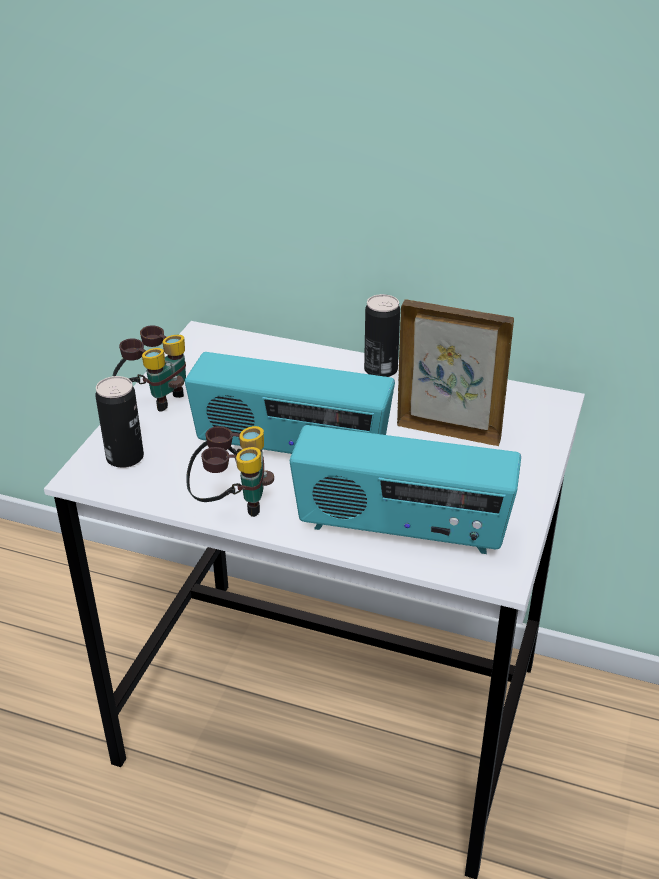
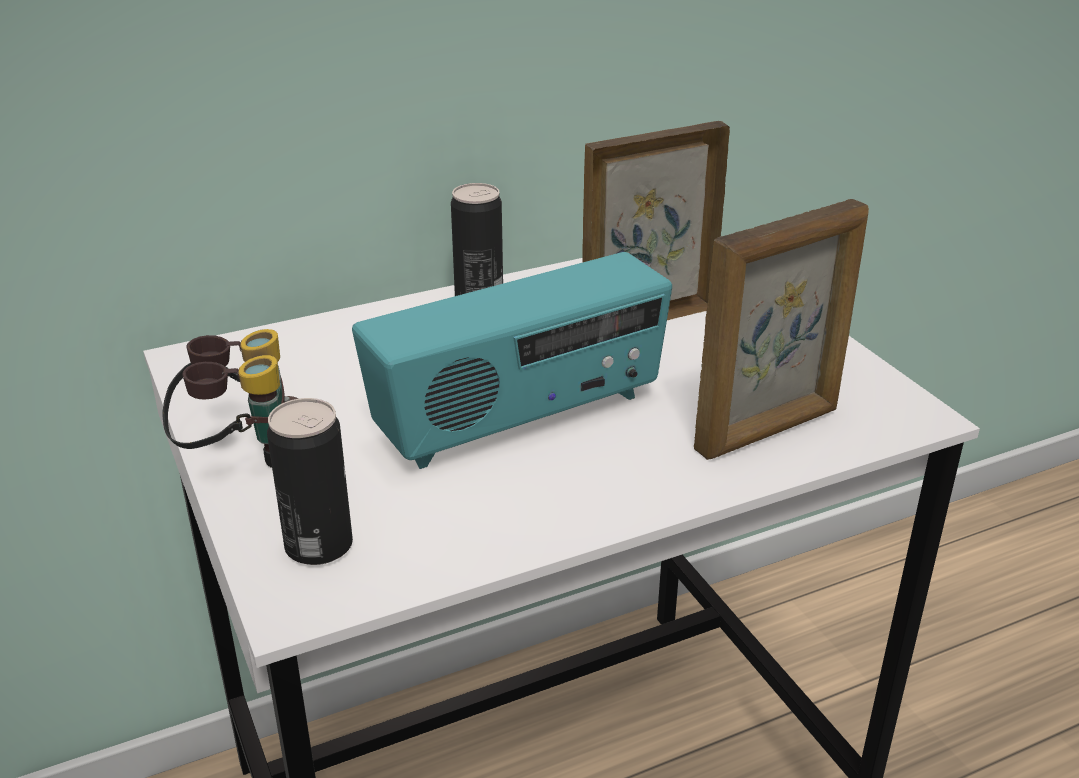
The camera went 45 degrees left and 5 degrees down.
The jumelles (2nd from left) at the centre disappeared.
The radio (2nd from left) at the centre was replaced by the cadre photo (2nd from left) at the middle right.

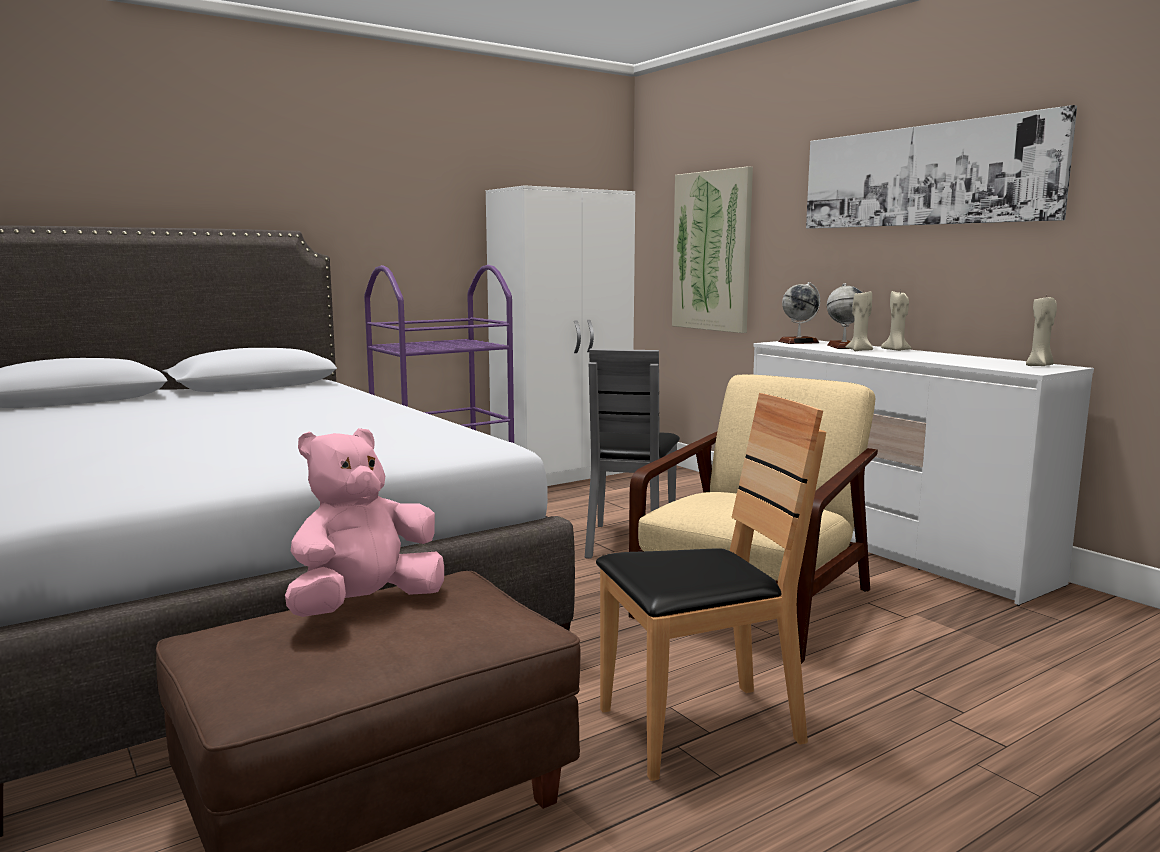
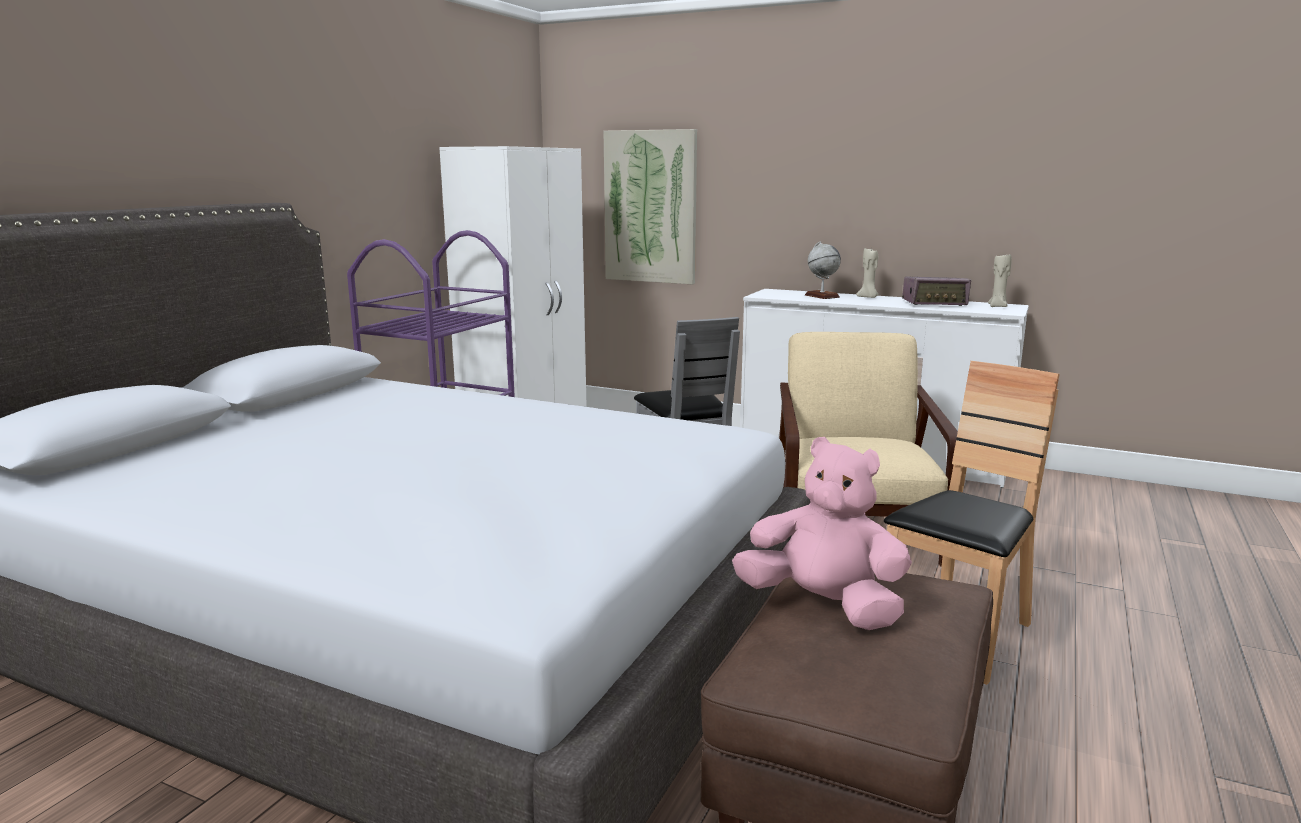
The camera went 30 degrees left and 5 degrees up.
The globe (1st from left) at the middle right disappeared.
The tableau (2nd from left) at the top right disappeared.
The bougie (beige) (1st from left) at the middle right disappeared.
The radio at the middle right appeared.
The peluche (rose) at the middle left turned 105 degrees clockwise.

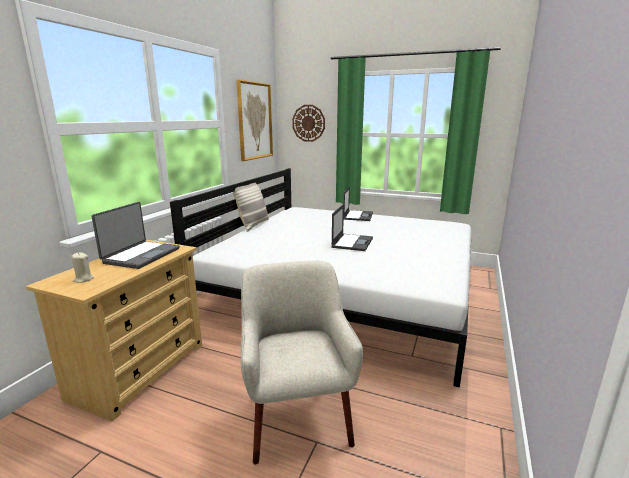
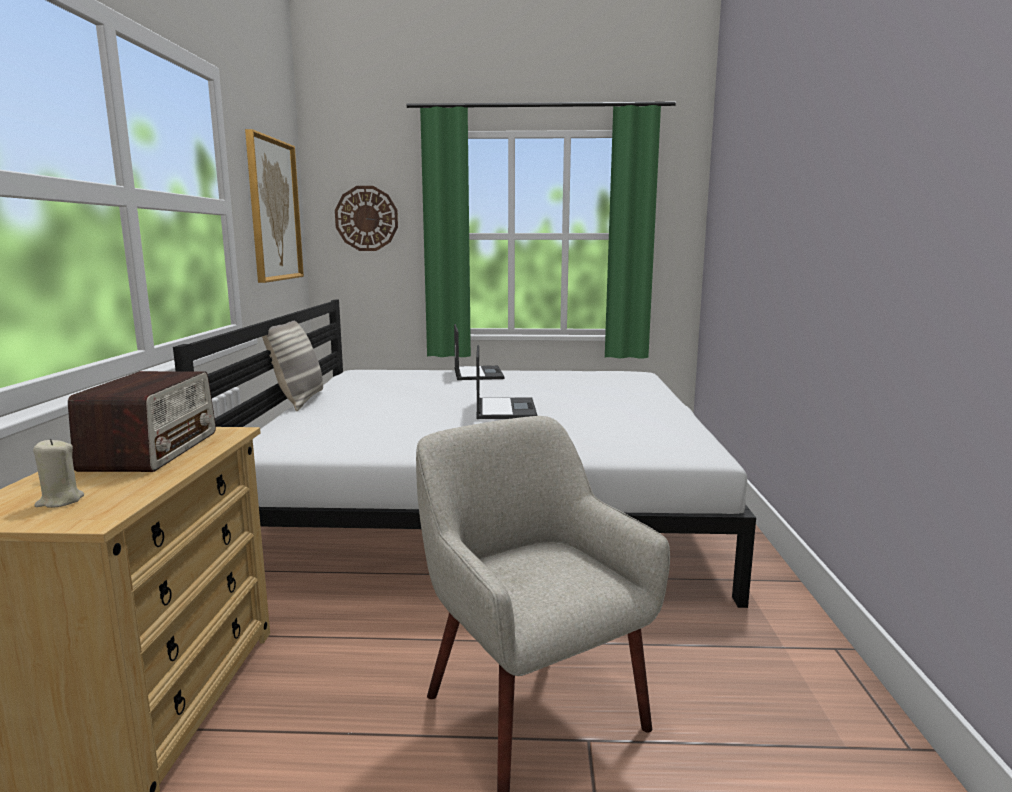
The camera went 20 degrees left and 5 degrees down.
The ordinateur portable (1st from left) at the middle left was replaced by the radio at the middle left.

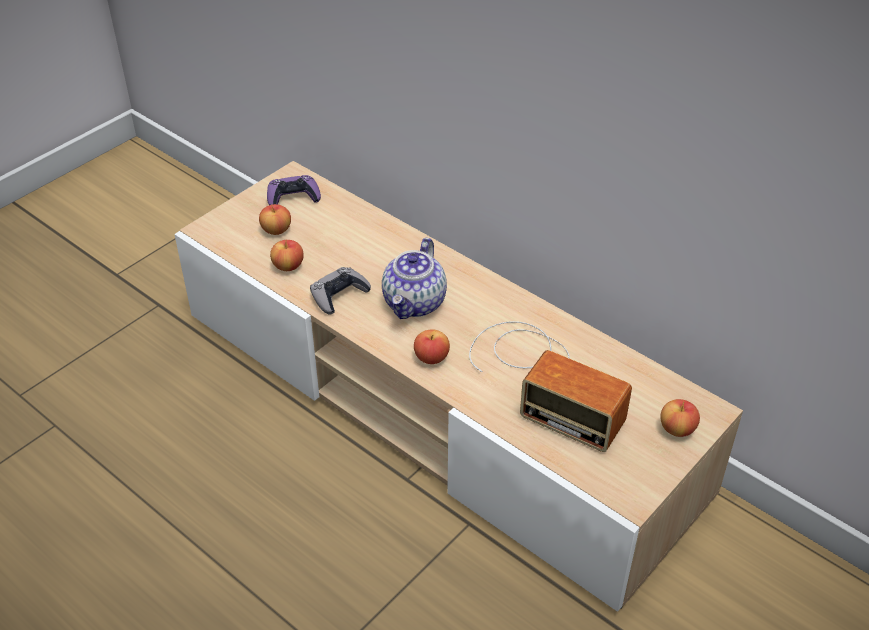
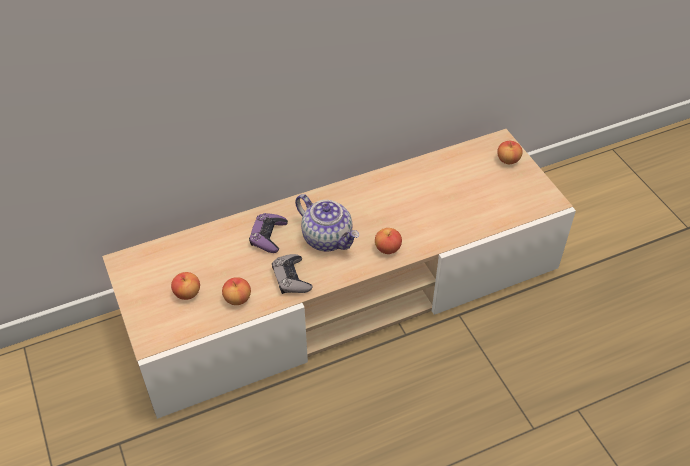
The camera went 65 degrees left and 5 degrees up.
The radio at the centre disappeared.
The manette (violet) moved from the top centre to the centre.

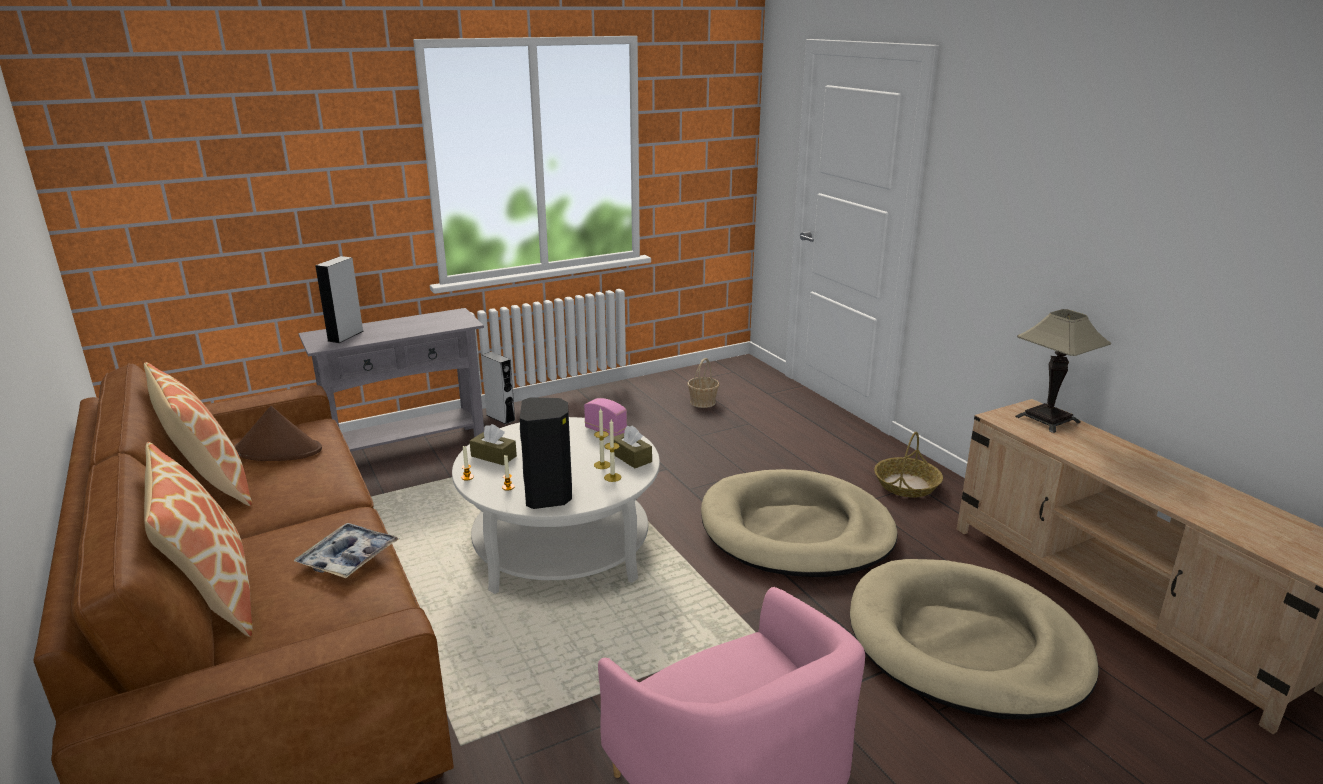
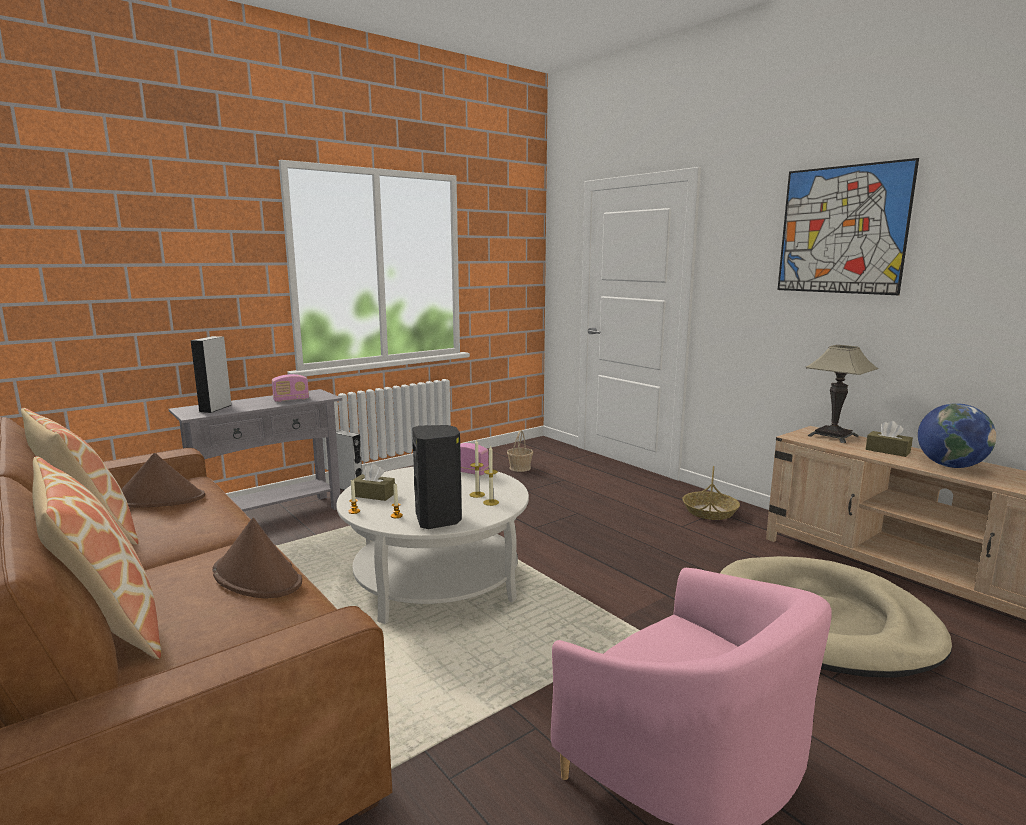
The camera went 10 degrees left and 10 degrees down.
The panier pour chien (beige) (1st from left) at the bottom centre disappeared.
The radio (1st from left) at the middle left appeared.
The tableau at the top right appeared.
The globe at the middle right appeared.
The boîte à mouchoirs (marron) (2nd from left) moved from the centre to the middle right.
The plateau at the bottom left was replaced by the chapeau (marron) (2nd from left) at the bottom left.

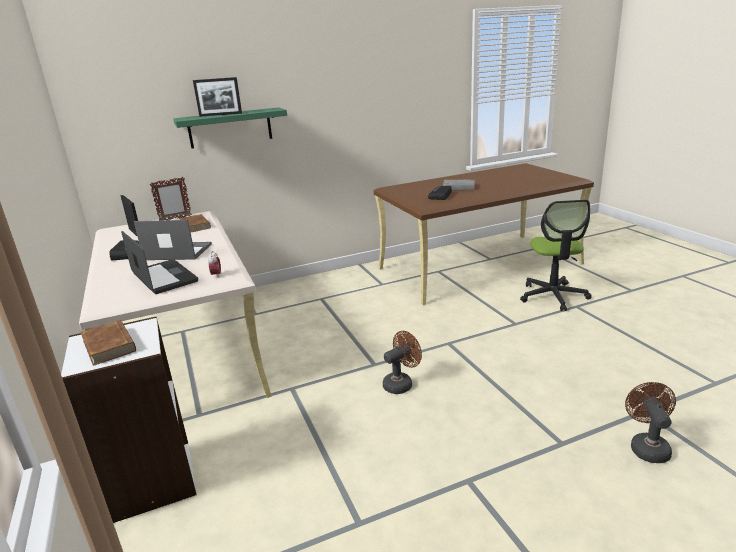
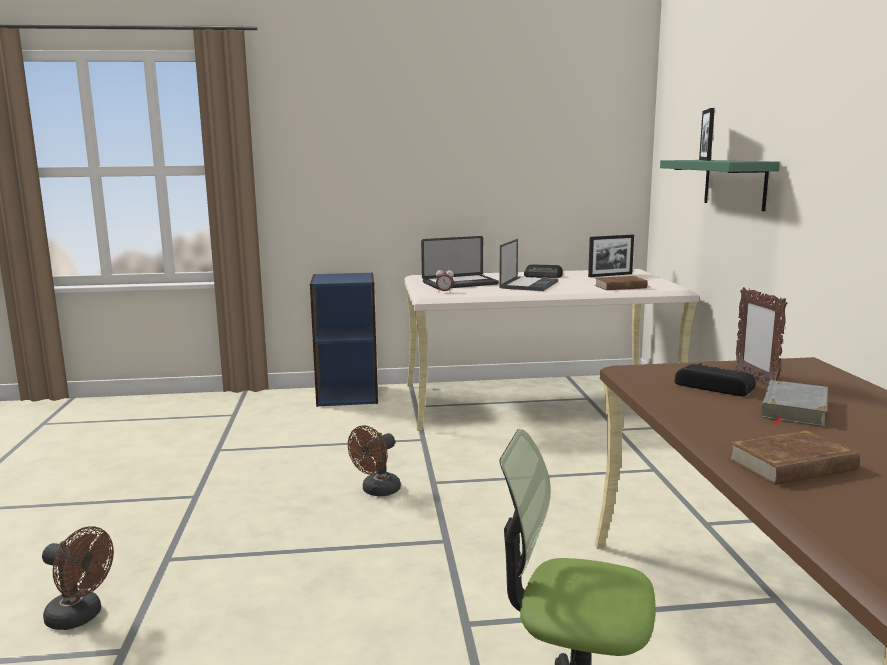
The camera went 105 degrees right and 10 degrees down.
The livre (marron) (1st from left in the first image) moved from the middle left to the bottom right.
The cadre photo (2nd from left in the first image) moved from the middle left to the middle right.
The bibliothèque (blanc) at the bottom left became the bibliothèque (bleu) at the centre.
The ventilateur (marron) (1st from left in the first image) at the centre turned 60 degrees clockwise.

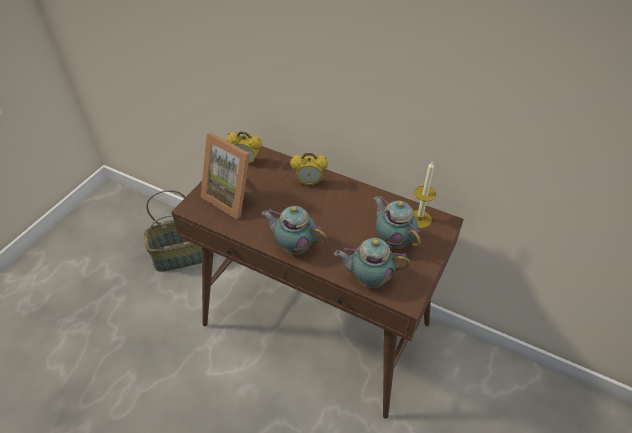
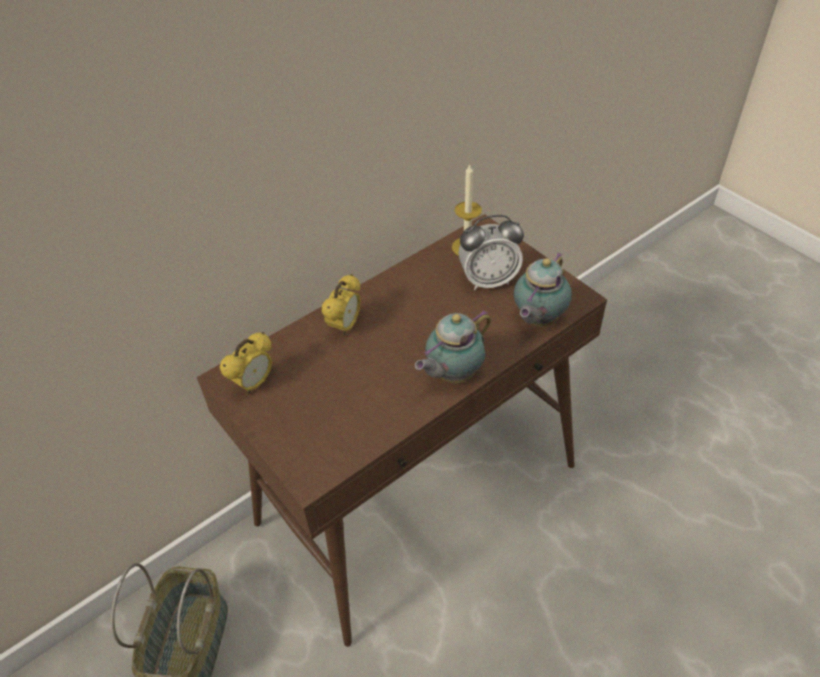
The camera went 65 degrees left and 0 degrees up.
The cadre photo at the centre disappeared.
The théière (3rd from left) at the centre was replaced by the réveil (3rd from left) at the centre.

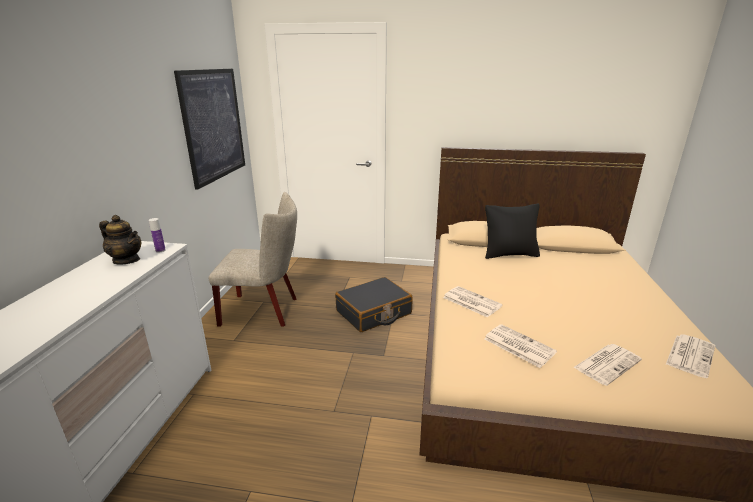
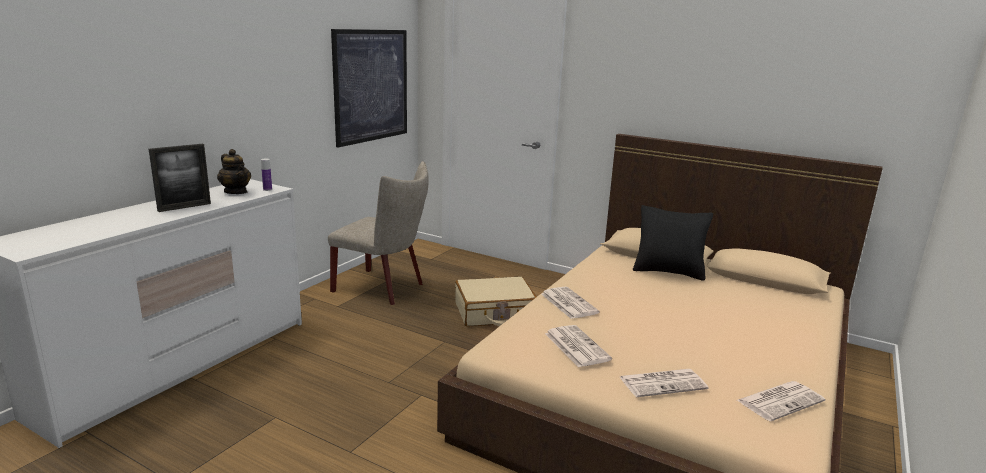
The camera went 20 degrees right and 5 degrees down.
The cadre photo at the middle left appeared.
The valise (noir) at the centre became the valise (beige) at the centre.

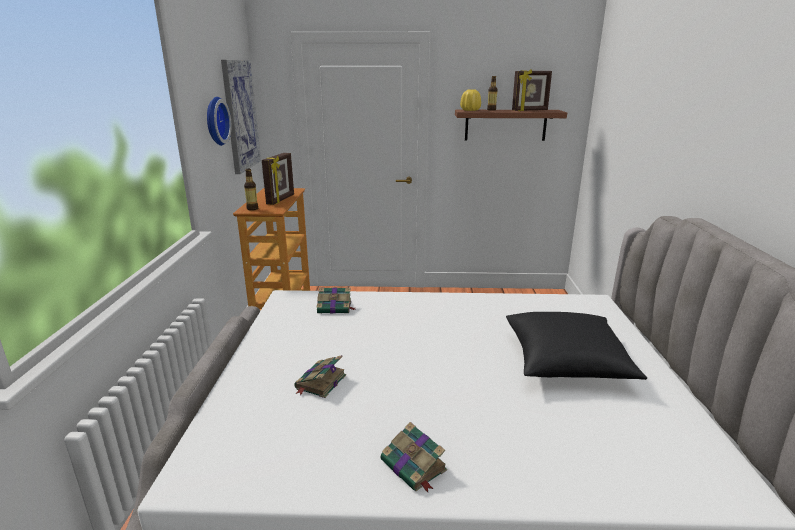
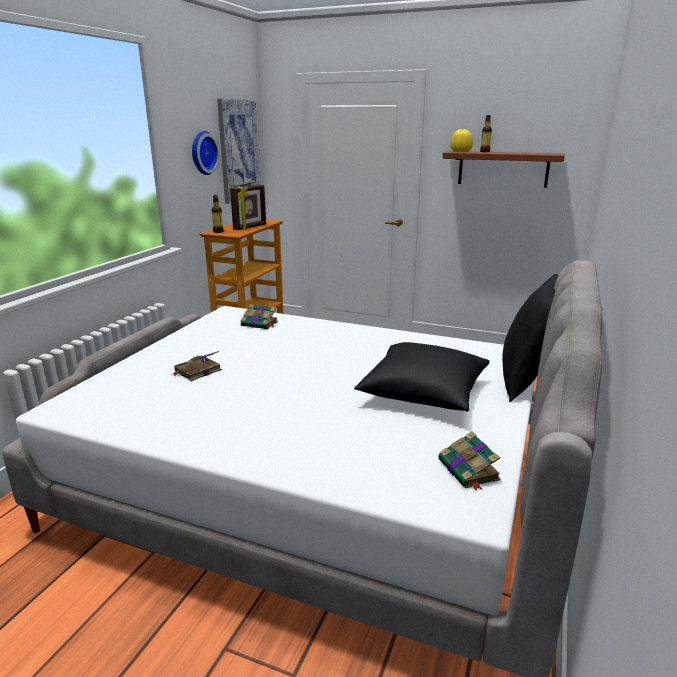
The camera went 20 degrees right and 0 degrees up.
The cadre photo (2nd from left) at the top right disappeared.
The coussin (noir) (2nd from left) at the middle right appeared.
The livre (3rd from left) moved from the bottom centre to the bottom right.

